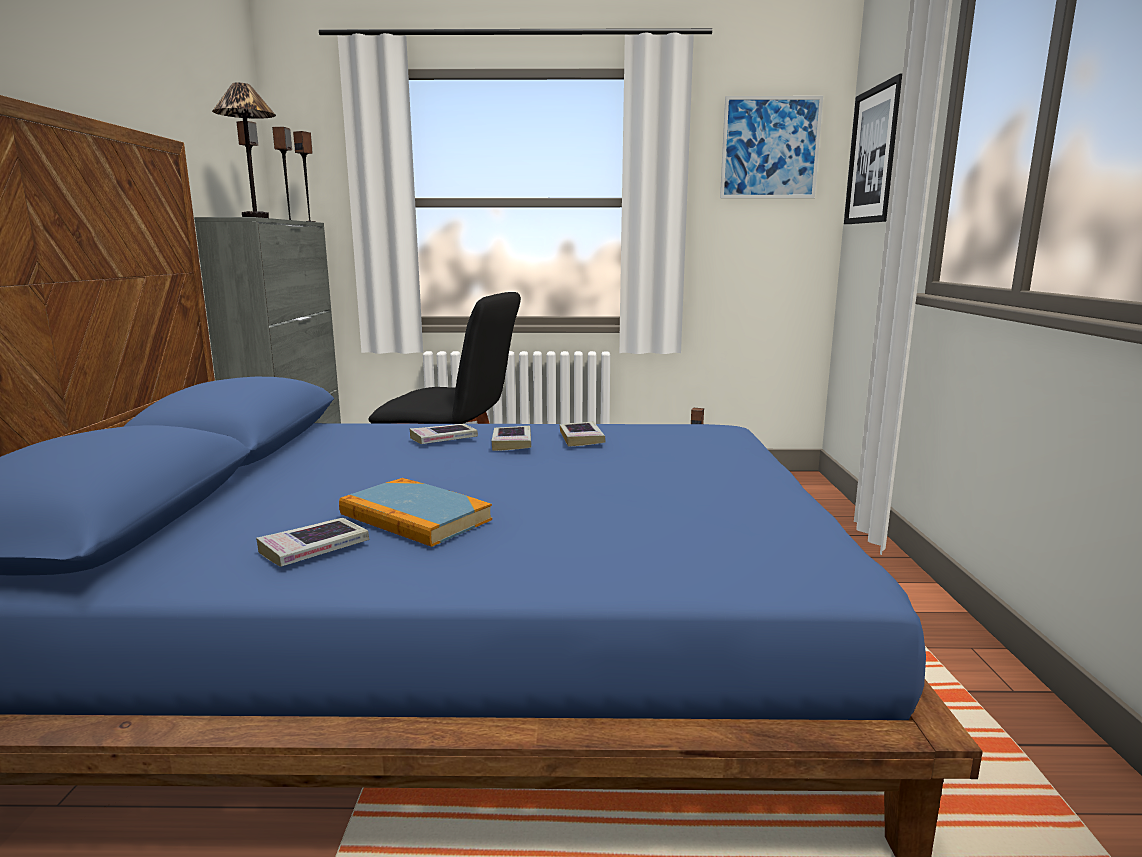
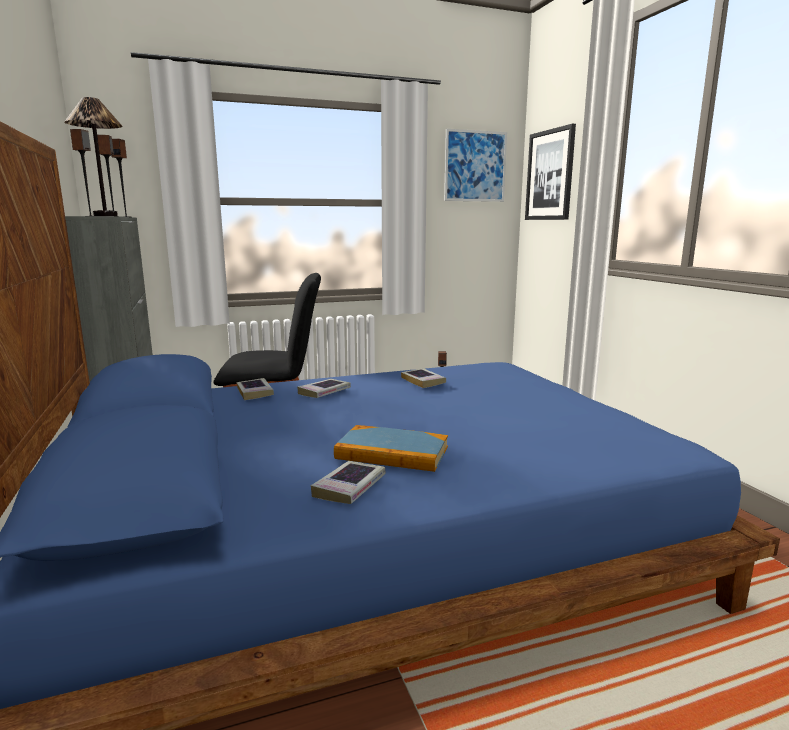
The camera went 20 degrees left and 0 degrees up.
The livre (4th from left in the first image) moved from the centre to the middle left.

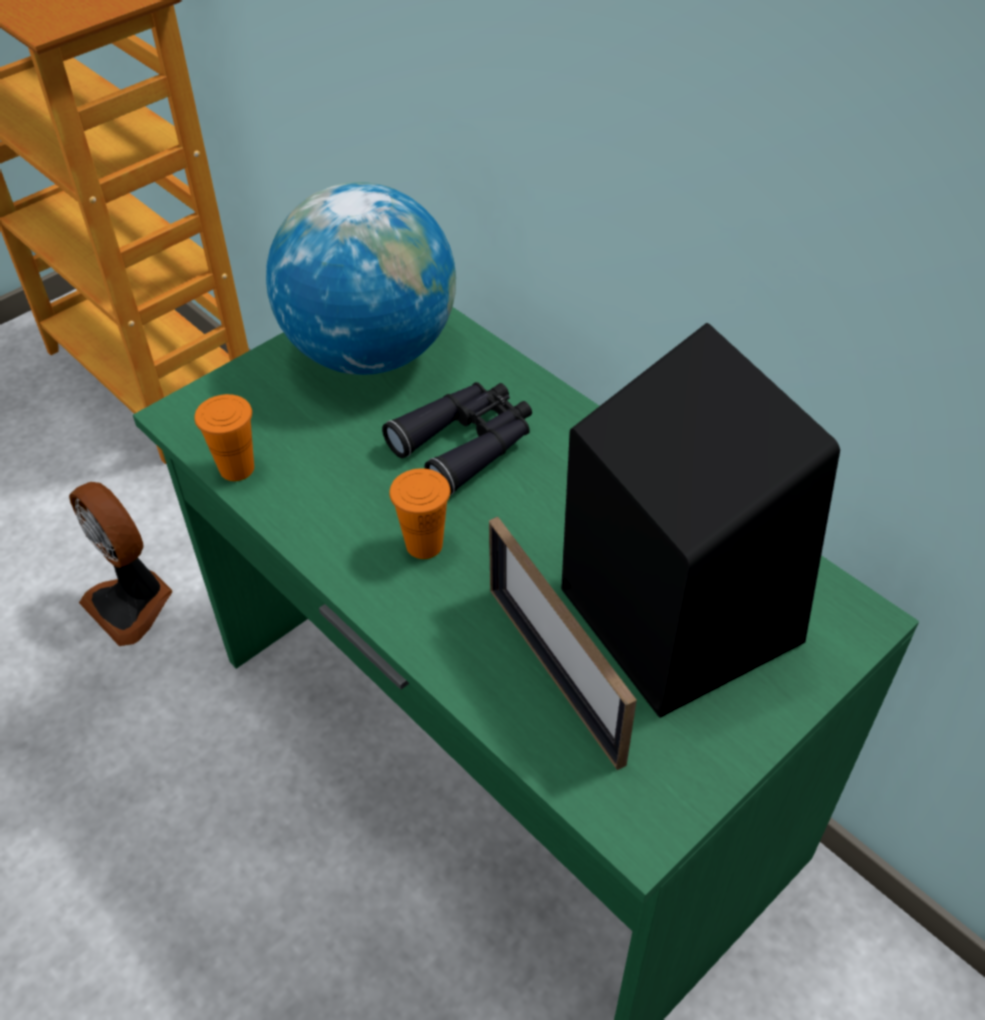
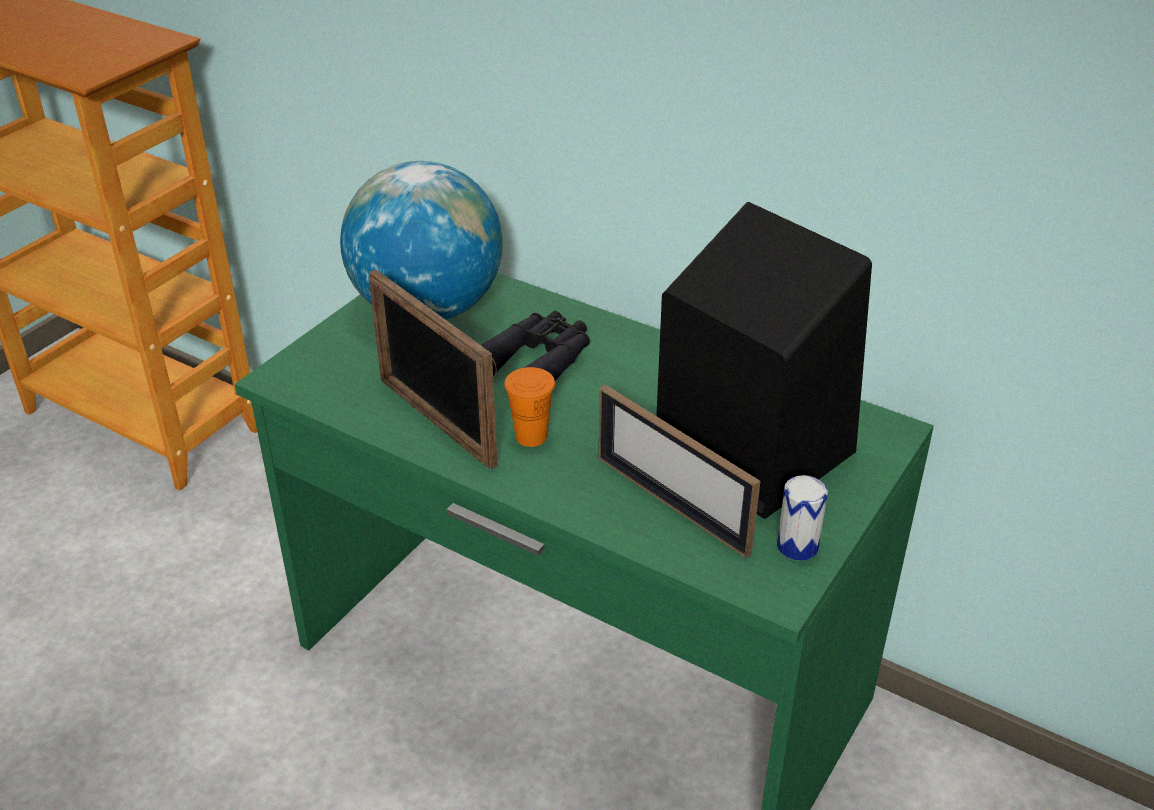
The camera went 15 degrees left and 10 degrees down.
The ventilateur at the middle left disappeared.
The tasse (orange) (1st from left) at the middle left disappeared.
The cadre photo (1st from left) at the centre appeared.
The boîte métallique at the middle right appeared.

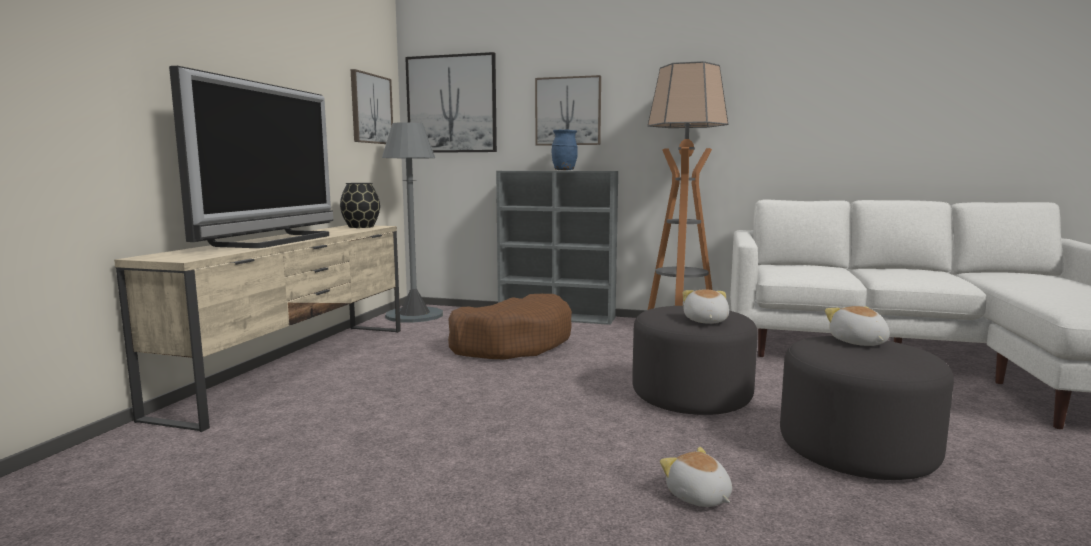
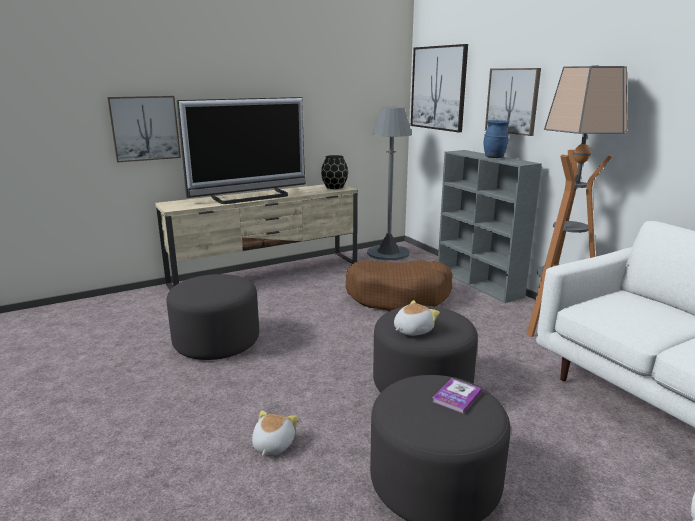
The camera went 45 degrees right and 10 degrees up.
The pouf (gris) (1st from left) at the middle left appeared.
The tableau (1st from left) moved from the top centre to the top left.
The peluche (3rd from left) at the middle right was replaced by the livre at the bottom centre.

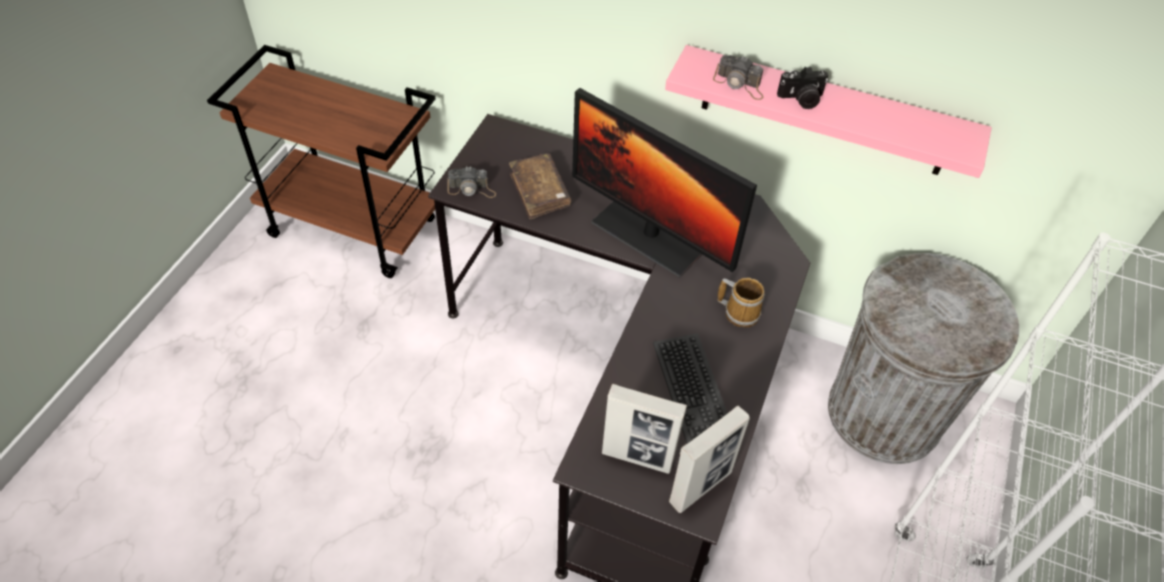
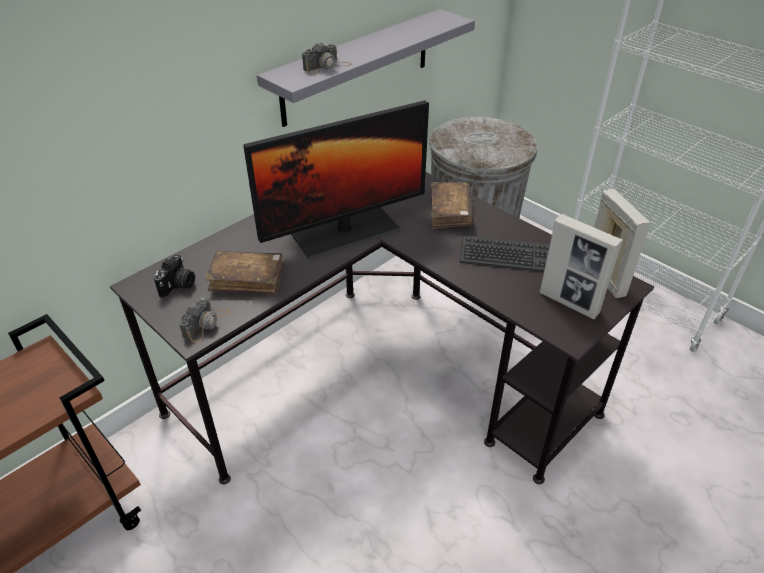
The camera went 65 degrees left and 10 degrees down.
The appareil photo (3rd from left in the first image) moved from the top right to the middle left.
The mug at the centre was replaced by the livre (marron) (2nd from left) at the centre.
The étagère (rose) at the top right became the étagère (gris) at the top centre.
The cadre photo (1st from left) at the bottom centre turned 90 degrees clockwise.

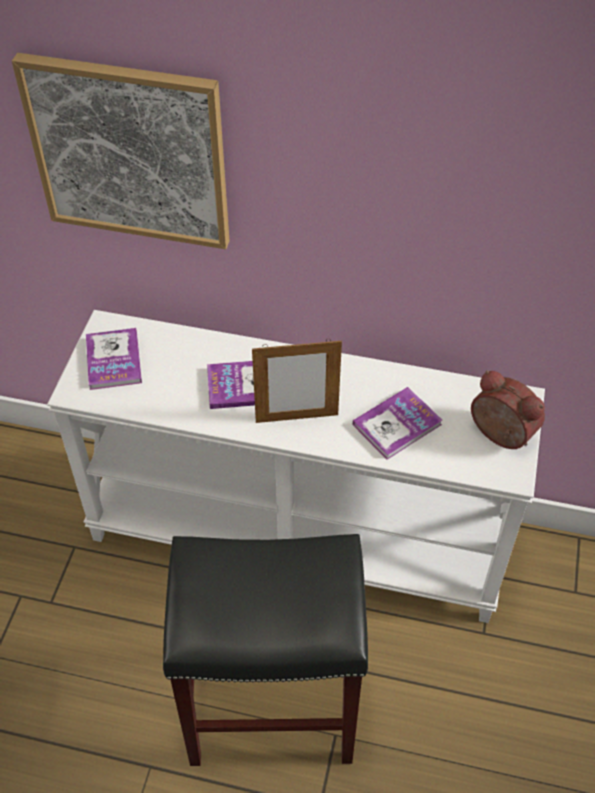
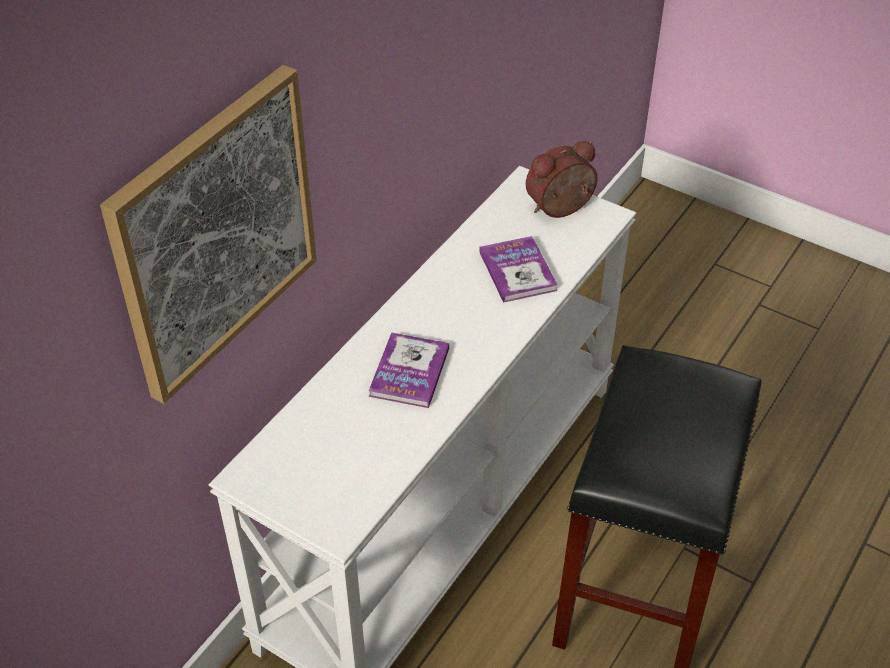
The camera went 70 degrees left and 5 degrees down.
The livre (1st from left) at the middle left disappeared.
The cadre photo at the centre disappeared.

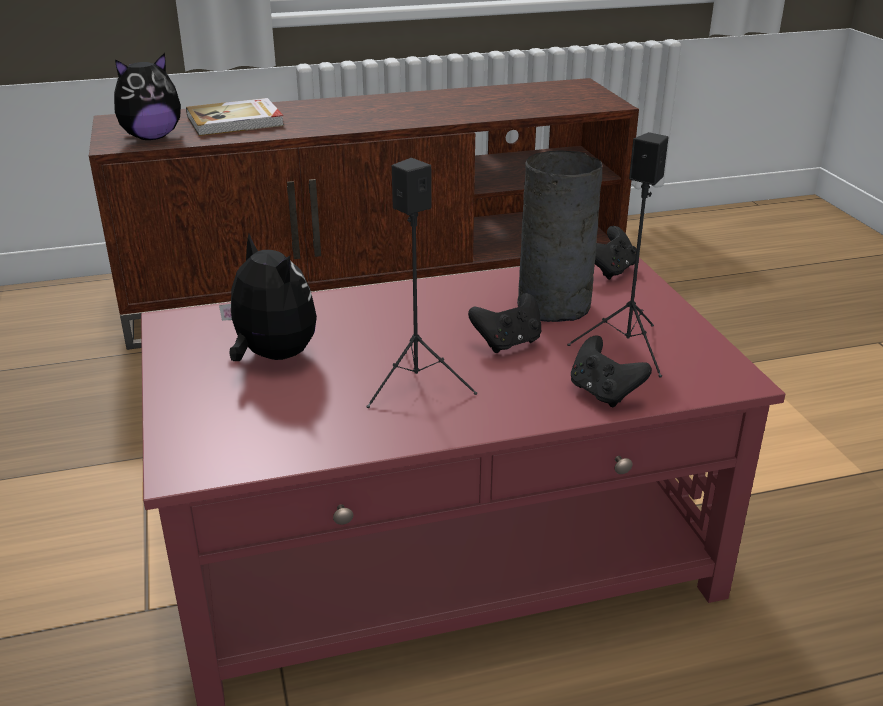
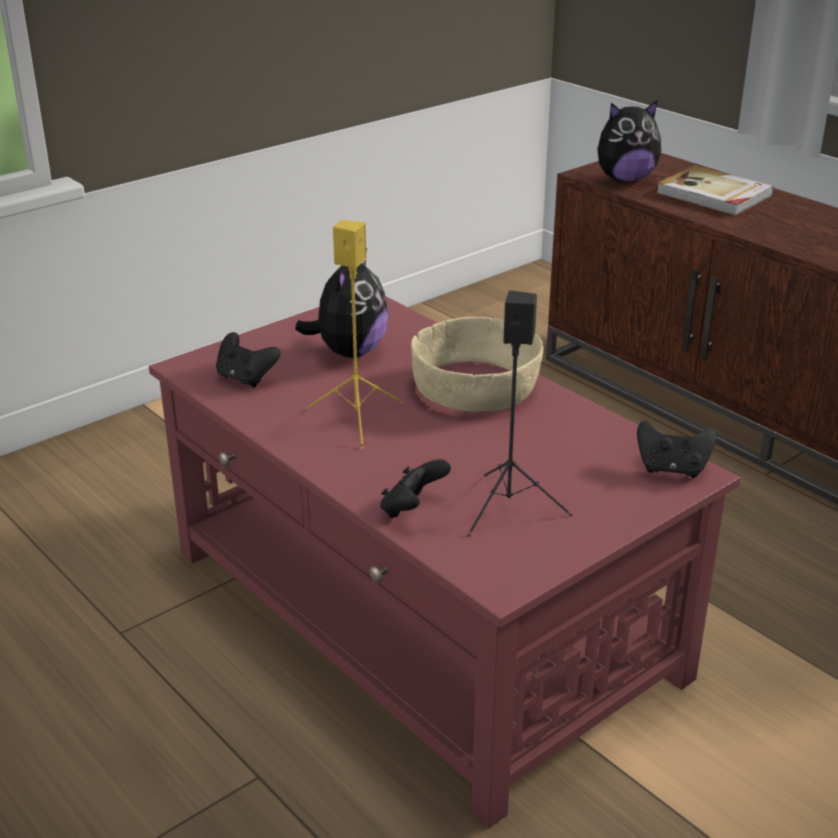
The camera went 65 degrees right and 0 degrees up.
The vase (gris) at the centre disappeared.
The bol (beige) at the centre appeared.
The manette (noir) (1st from left) moved from the centre to the middle left.
The enceinte (noir) (1st from left) at the centre became the enceinte (jaune) at the centre.
The peluche (1st from left in the first image) at the top left turned 45 degrees counterclockwise.

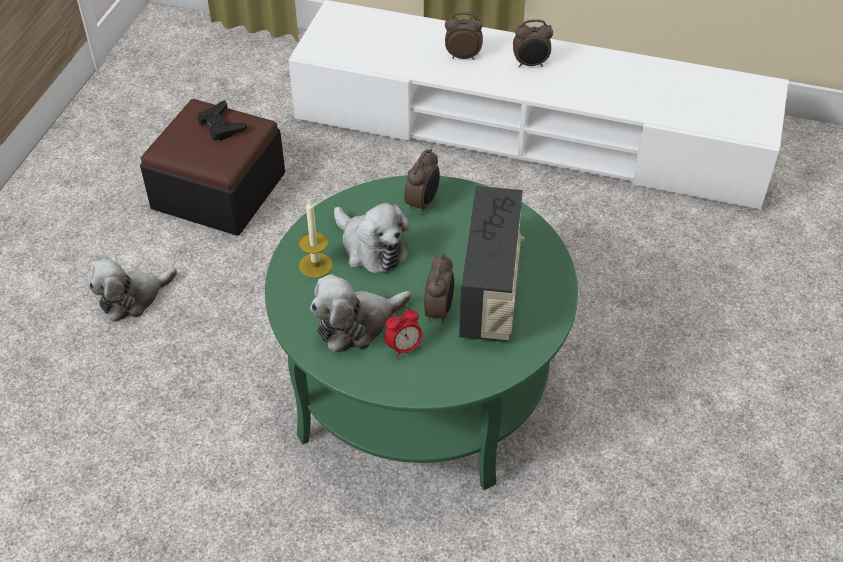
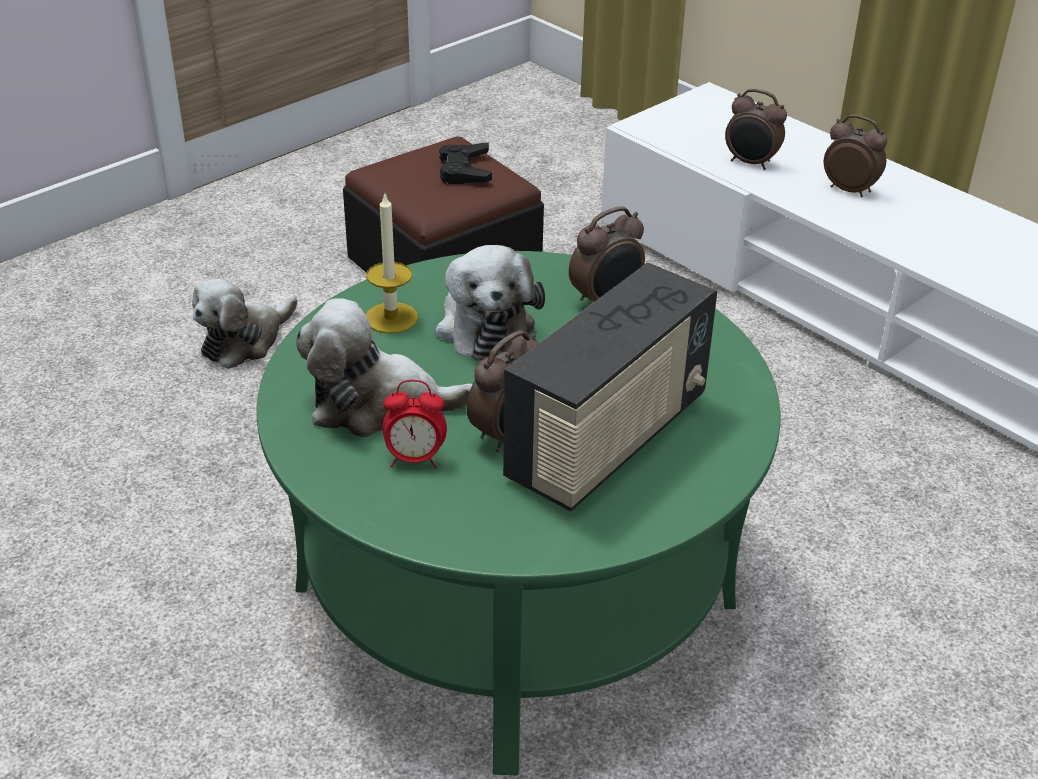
The camera went 30 degrees right and 10 degrees down.
The réveil (5th from left in the first image) moved from the top centre to the top right.
The peluche (1st from left) at the middle left turned 45 degrees counterclockwise.

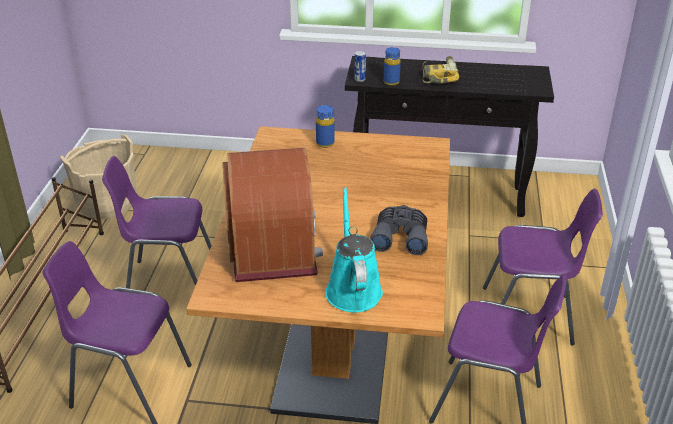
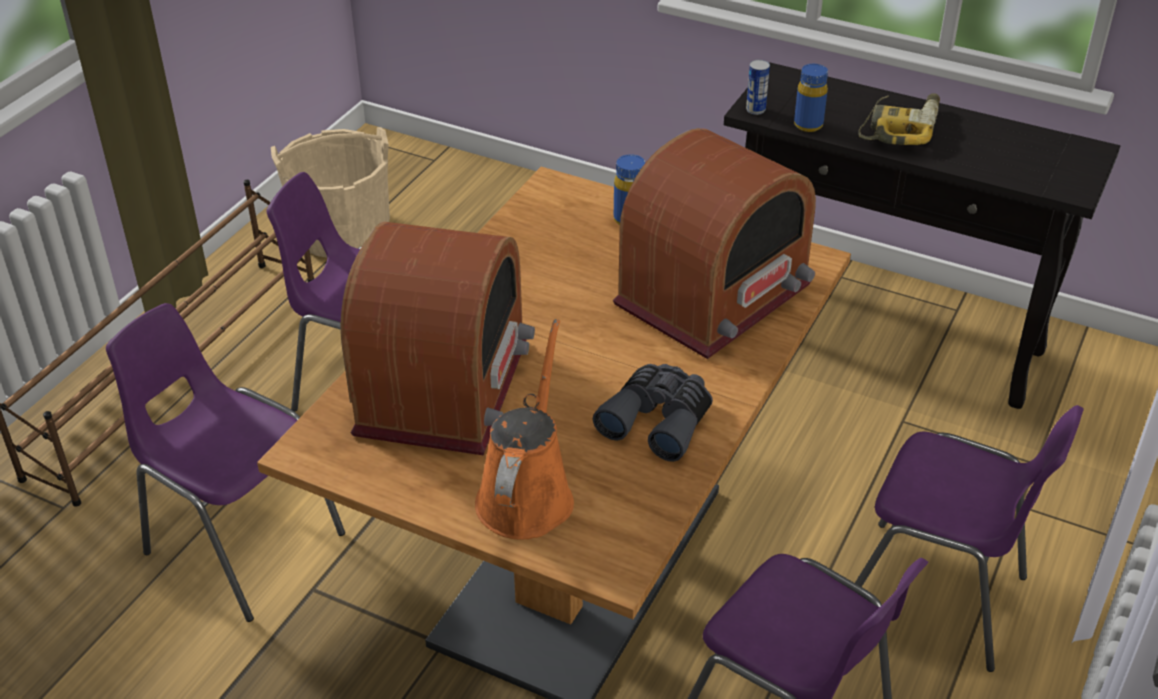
The camera went 20 degrees right and 5 degrees up.
The radio (2nd from left) at the centre appeared.
The arrosoir (turquoise) at the centre became the arrosoir (orange) at the centre.

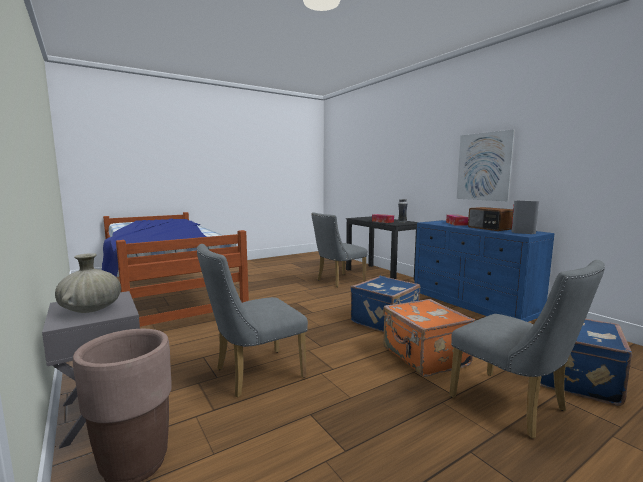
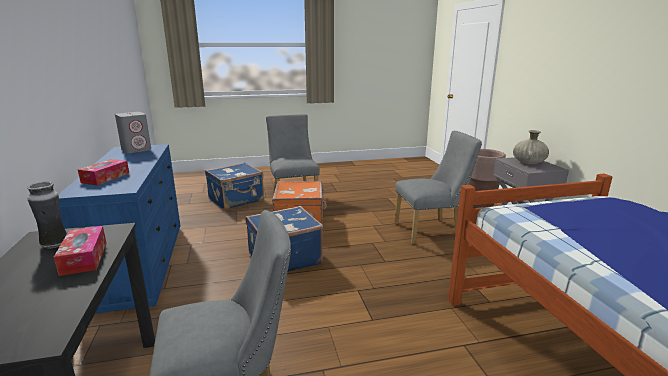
The camera went 160 degrees left and 10 degrees up.
The tableau at the middle right disappeared.
The radio at the middle right disappeared.

